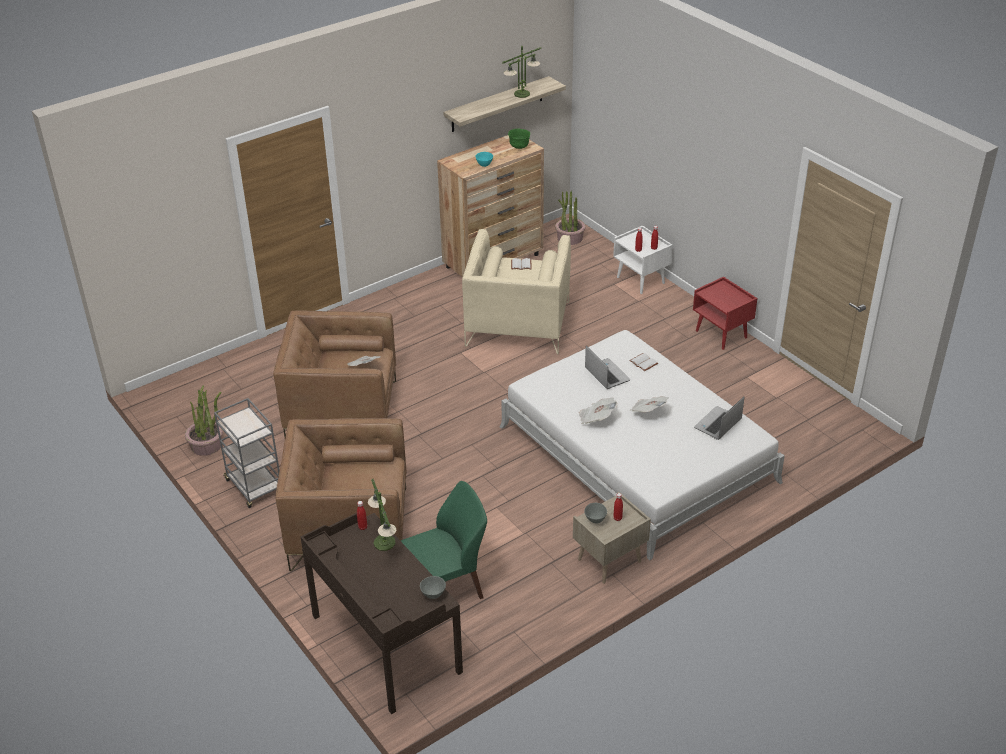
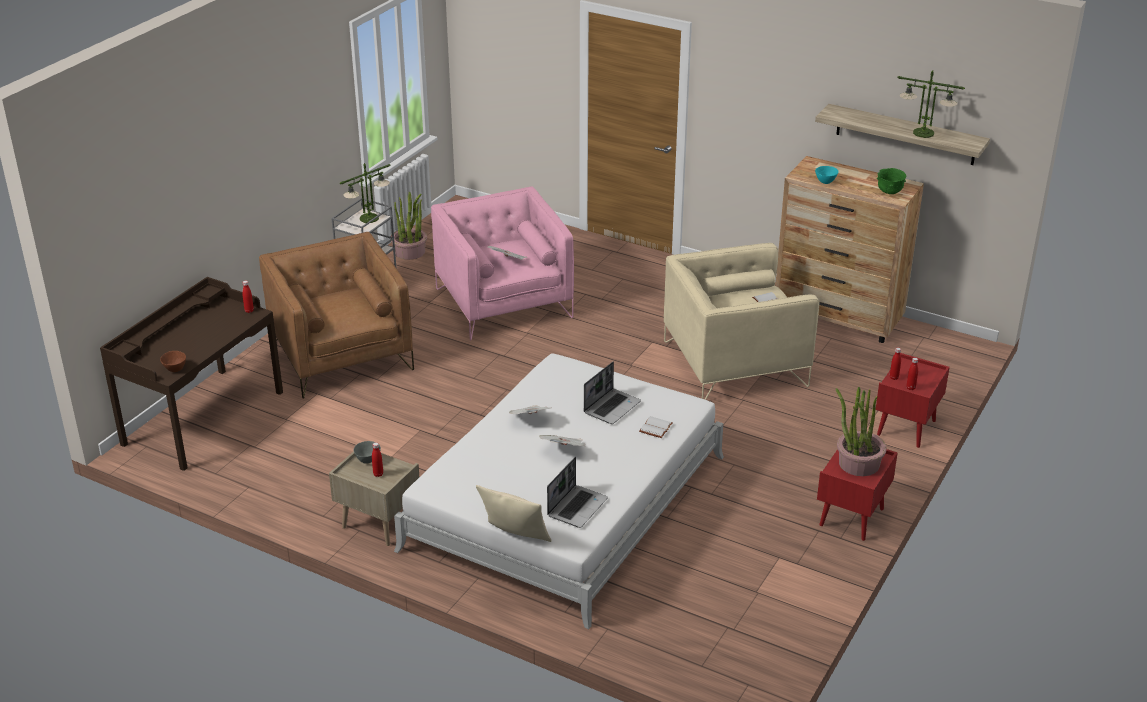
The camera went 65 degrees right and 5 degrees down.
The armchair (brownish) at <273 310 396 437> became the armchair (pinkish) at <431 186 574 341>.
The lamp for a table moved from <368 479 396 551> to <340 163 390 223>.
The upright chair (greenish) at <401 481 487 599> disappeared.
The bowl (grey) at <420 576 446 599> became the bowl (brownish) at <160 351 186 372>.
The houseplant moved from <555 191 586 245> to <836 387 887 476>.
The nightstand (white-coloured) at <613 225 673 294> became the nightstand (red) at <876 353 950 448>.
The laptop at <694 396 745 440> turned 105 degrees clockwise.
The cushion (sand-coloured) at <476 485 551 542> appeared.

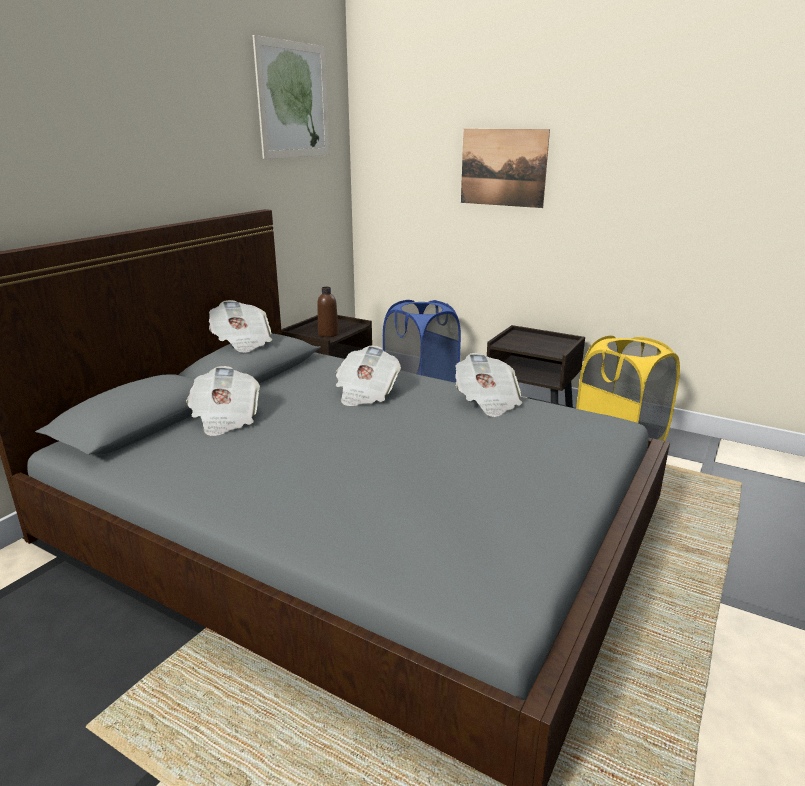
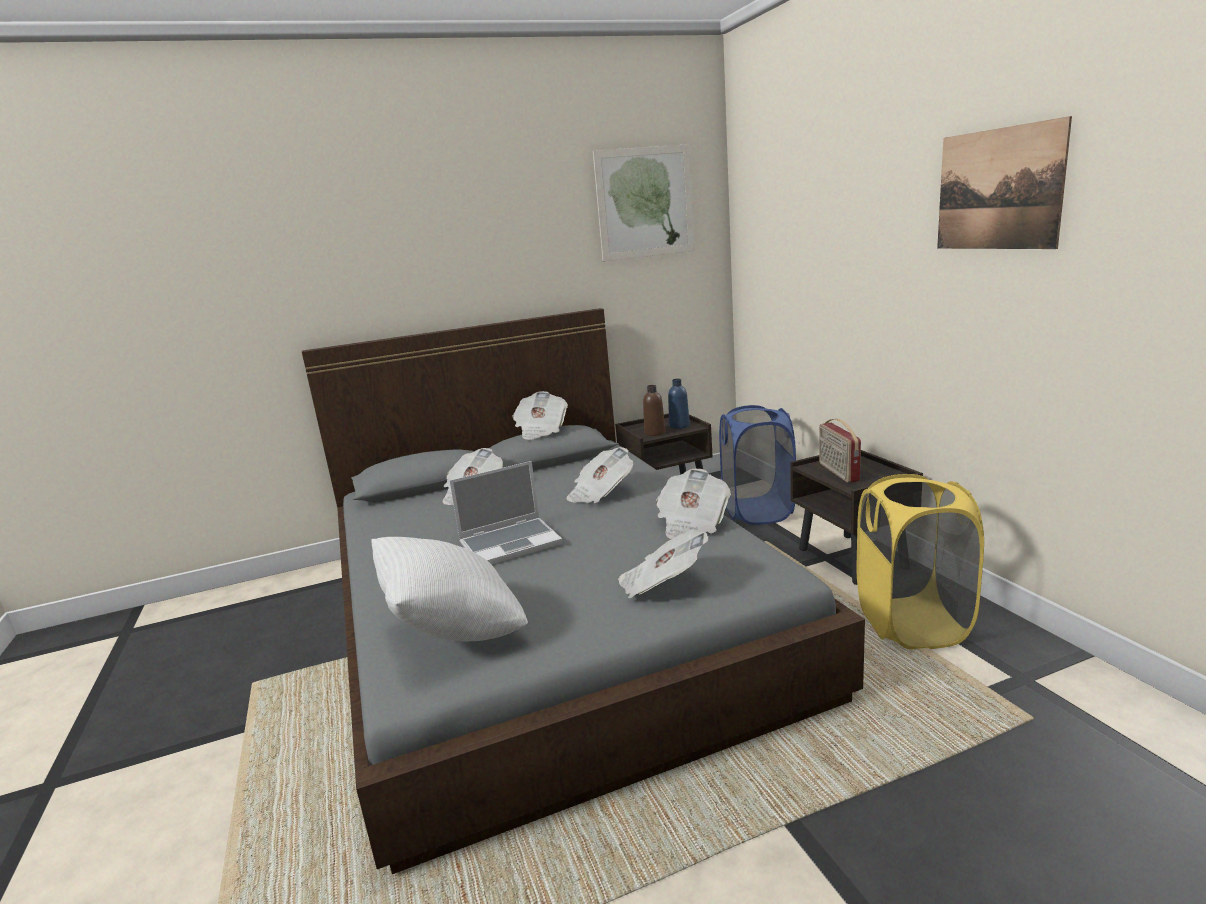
The camera went 40 degrees right and 5 degrees down.
The wall art moved from <461 129 550 208> to <937 116 1072 249>.
The cushion (white-coloured) at <371 537 528 642> appeared.
The laptop at <449 461 562 564> appeared.
The printed paper at <618 529 708 599> appeared.
The bottle (bluish) at <668 379 690 429> appeared.
The radio set at <819 419 861 483> appeared.

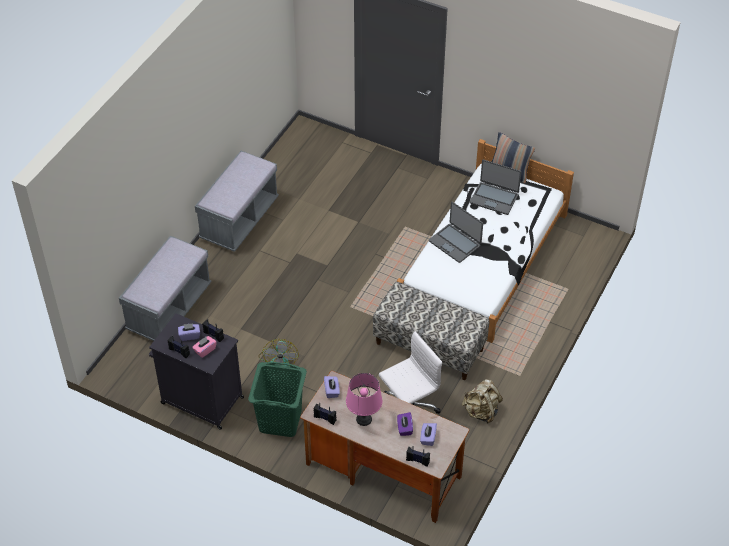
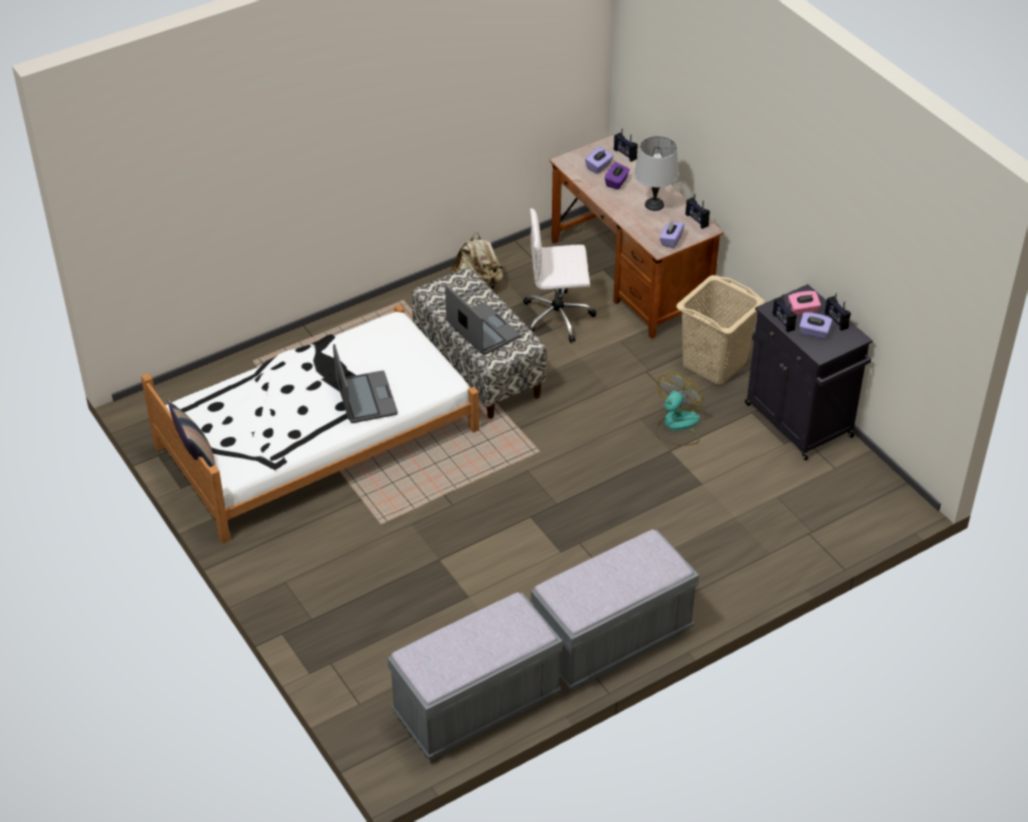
The camera went 150 degrees left and 5 degrees down.
The bench (grey) moved from <119 236 212 341> to <388 592 563 759>.
The washing basket (greenish) at <248 362 307 437> became the washing basket (sand-coloured) at <676 275 765 385>.
The lamp for a table (pinkish) at <346 373 382 426> became the lamp for a table (grey) at <634 136 679 211>.
The laptop moved from <470 160 521 215> to <445 285 520 355>.

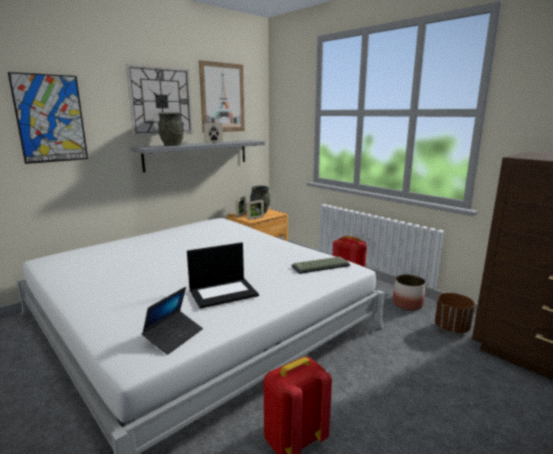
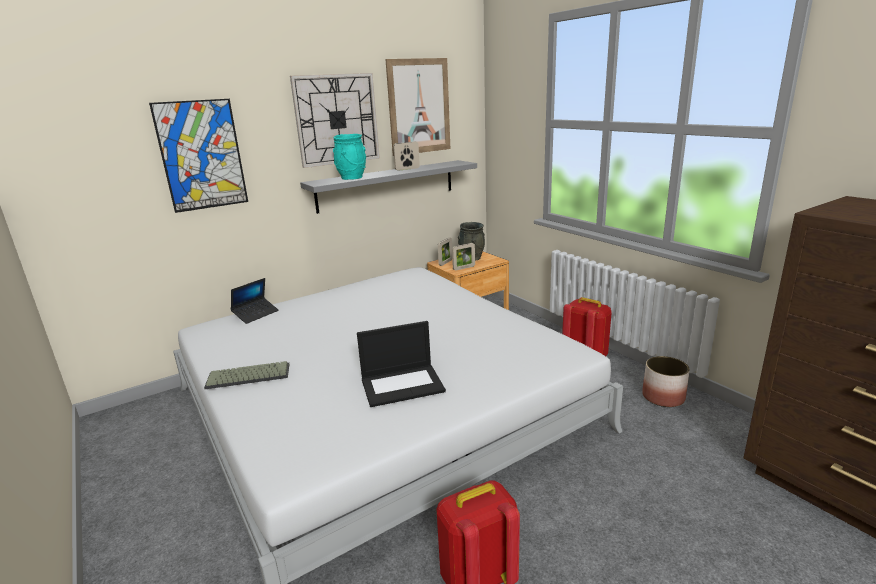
The camera went 10 degrees right and 5 degrees up.
The laptop moved from <142 287 203 355> to <231 278 279 324>.
The vase (grey) at <158 112 184 146> became the vase (turquoise) at <333 134 366 180>.
The PC keyboard moved from <291 257 350 274> to <204 361 289 389>.
The planter (brownish) at <435 293 475 333> disappeared.

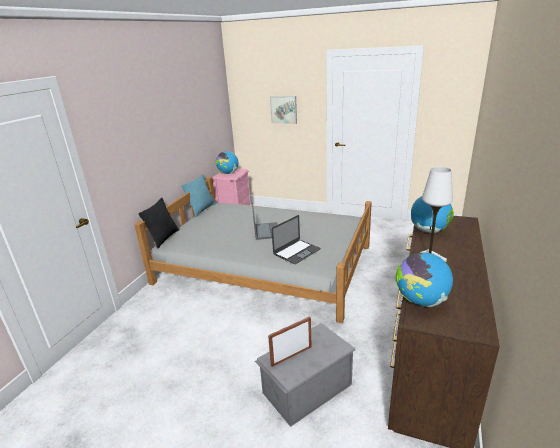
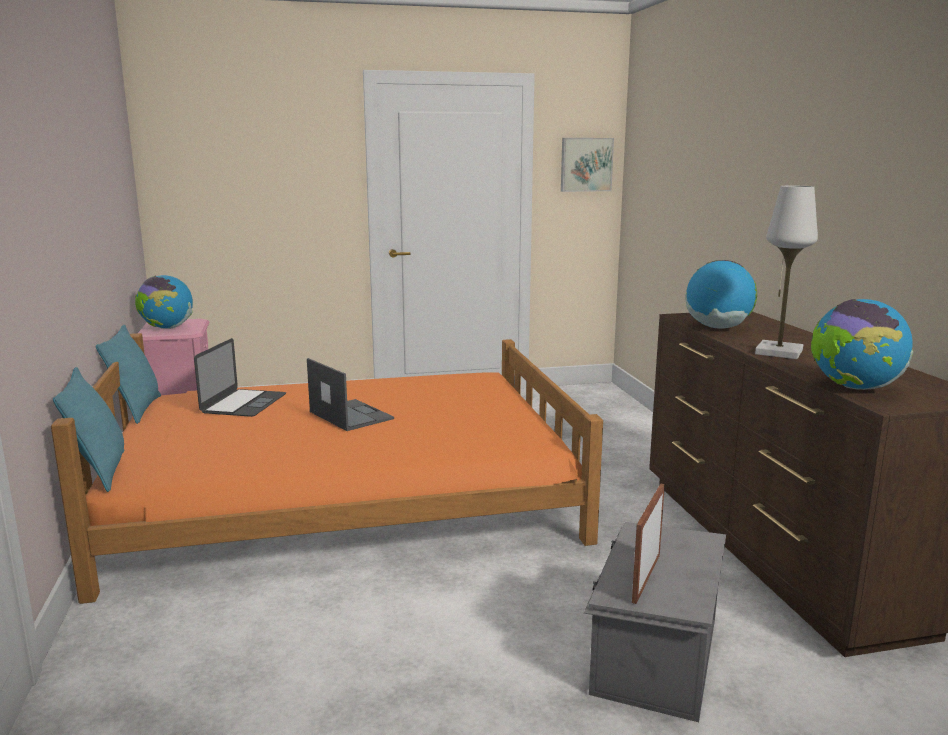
The camera went 35 degrees left and 10 degrees down.
The bed (grey) at <134 177 372 323> became the bed (orangey) at <51 333 603 604>.
The cushion (black-coloured) at <138 198 179 249> became the cushion (turquoise) at <53 367 124 492>.
The wall art moved from <270 96 297 124> to <561 138 614 192>.
The laptop moved from <271 215 321 264> to <194 338 286 417>.

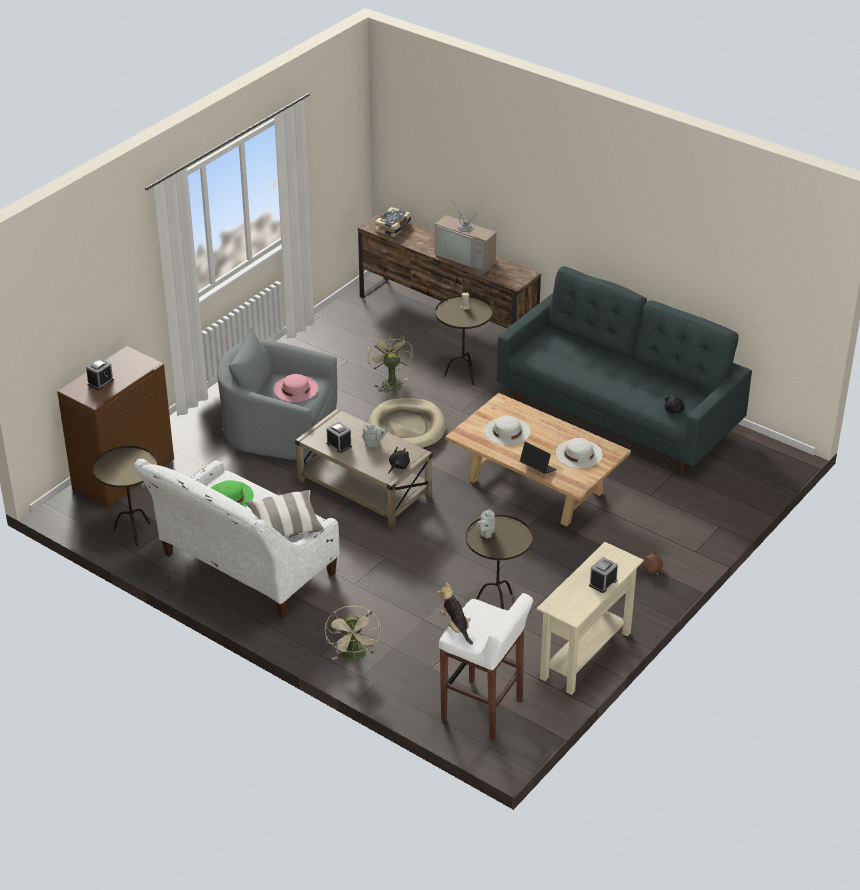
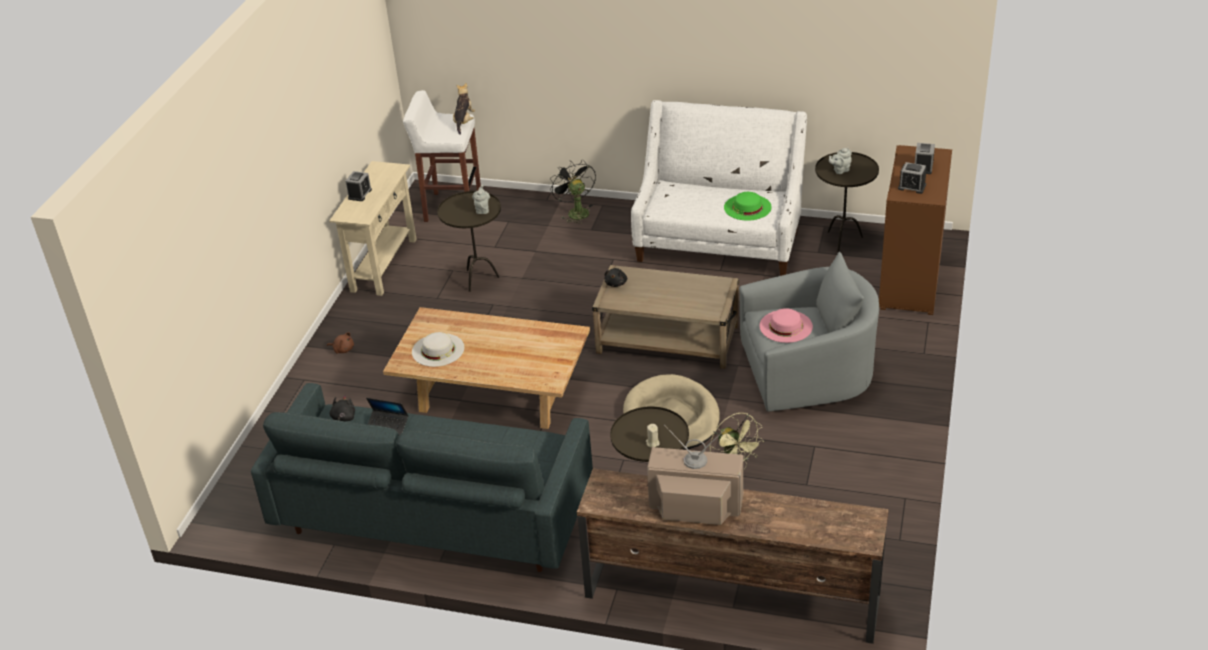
The camera went 160 degrees right and 0 degrees up.
The cushion at <245 490 325 538> disappeared.
The electric fan (sand-coloured) at <325 606 381 660> became the electric fan (black-coloured) at <550 160 596 224>.
The alarm clock moved from <326 422 352 453> to <898 162 927 194>.
The tea pot (grey) moved from <362 424 388 447> to <829 148 852 174>.
The volume at <375 207 411 237> disappeared.
The plush toy at <438 582 473 645> turned 120 degrees counterclockwise.
The hat (white-coloured) at <484 416 530 445> disappeared.
The laptop moved from <520 442 557 474> to <366 398 408 435>.

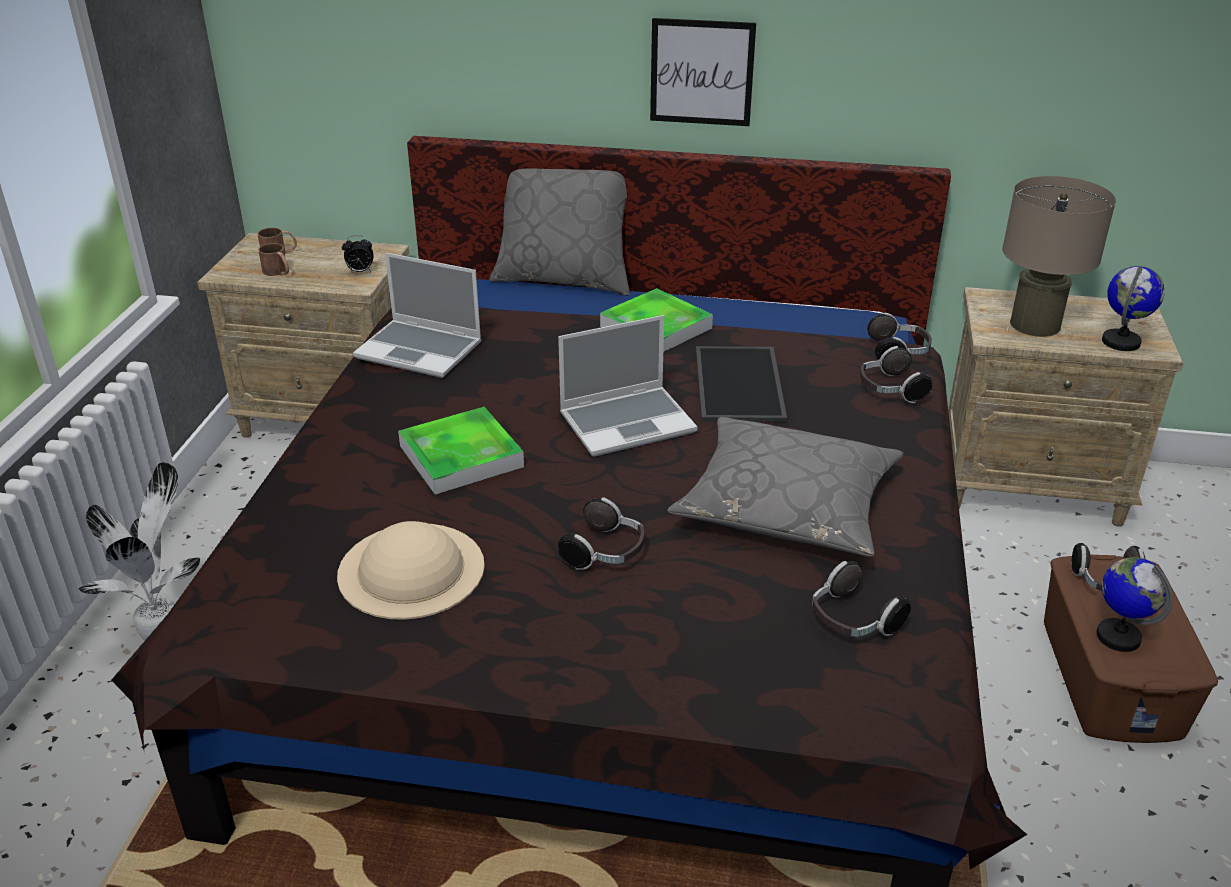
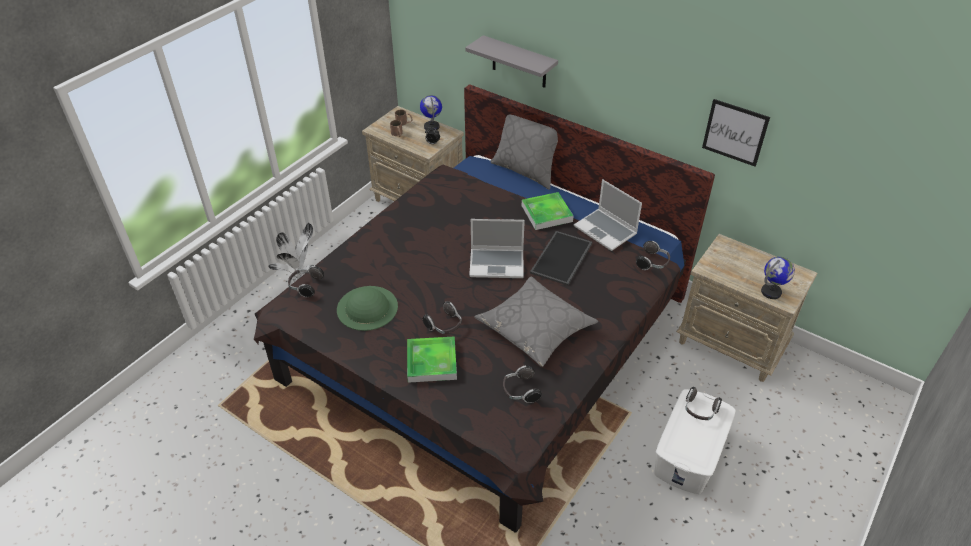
The camera went 25 degrees right and 10 degrees up.
The hat (sand-coloured) at <337 521 485 620> became the hat (greenish) at <337 286 398 331>.
The laptop moved from <353 253 482 378> to <574 179 642 251>.
The serving tray moved from <398 407 524 494> to <407 336 457 383>.
The wall art moved from <650 18 756 126> to <702 99 770 167>.
The pair of headphones moved from <860 346 932 403> to <288 266 324 297>.
The lamp for a table (sand-coloured) at <1002 176 1116 337> disappeared.
The storage box (brownish) at <1044 555 1218 743> became the storage box (white-coloured) at <654 389 736 494>.
The desk globe moved from <1096 557 1173 652> to <420 95 442 130>.
The wall shelf (grey) at <465 35 558 88> appeared.

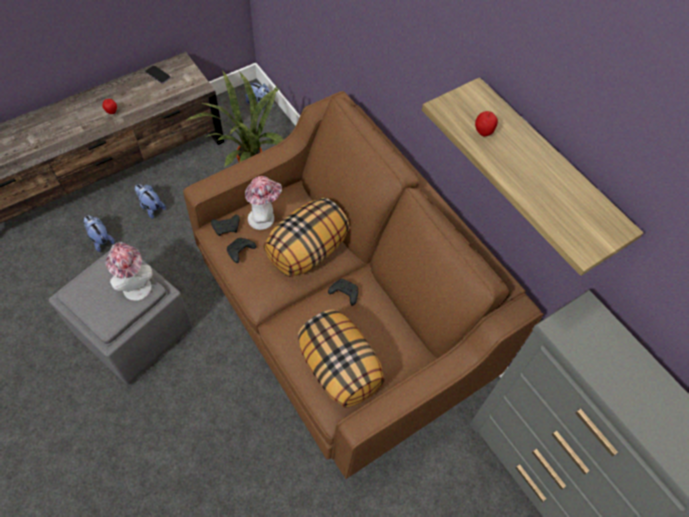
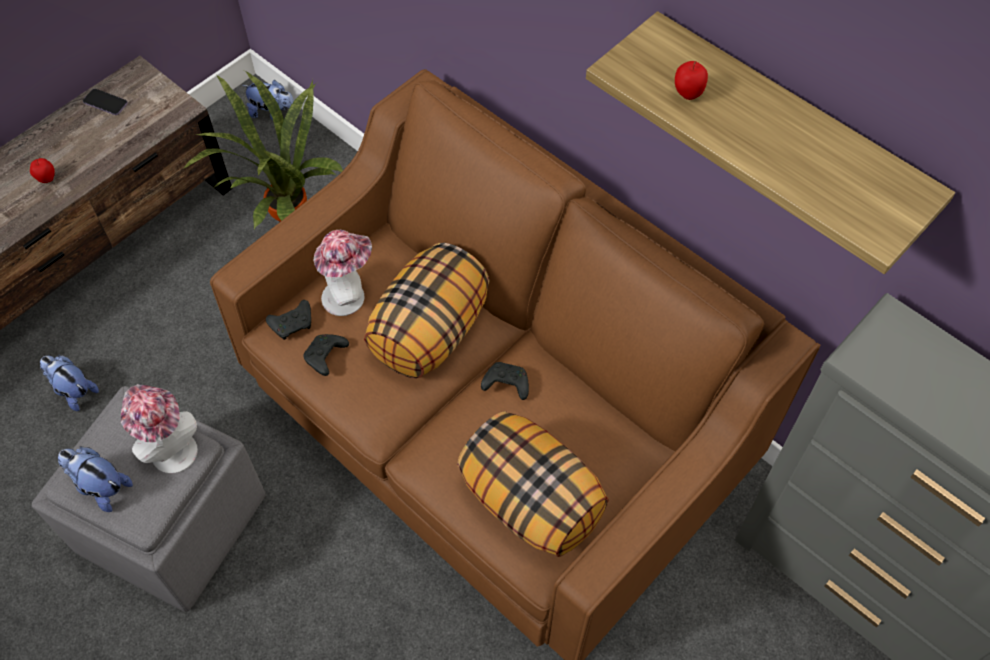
The camera went 10 degrees left and 0 degrees up.
The plush toy moved from <135 184 166 219> to <58 446 133 512>.

